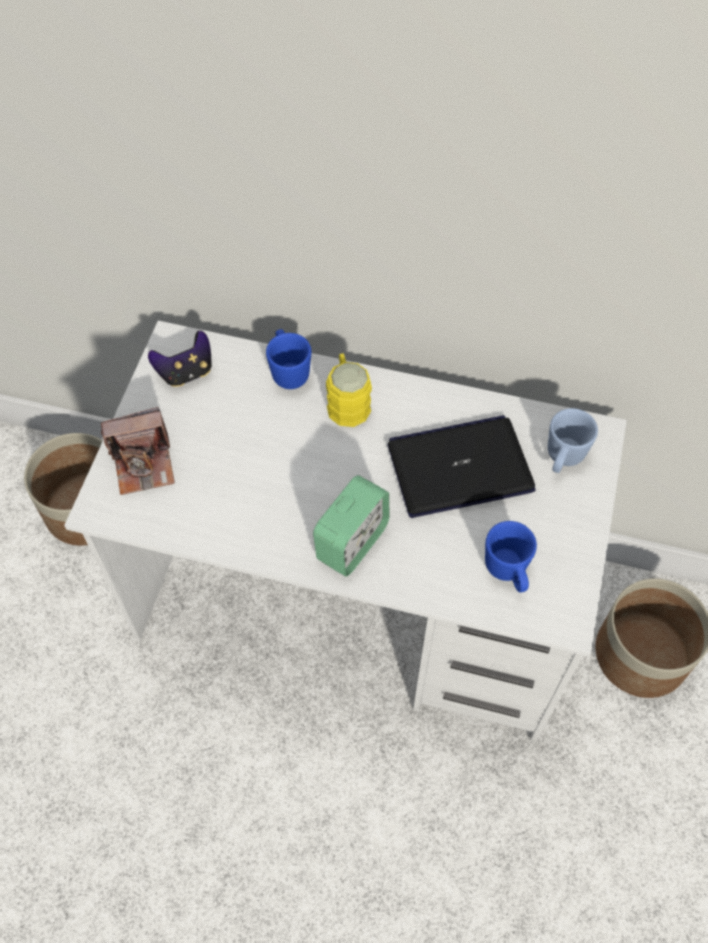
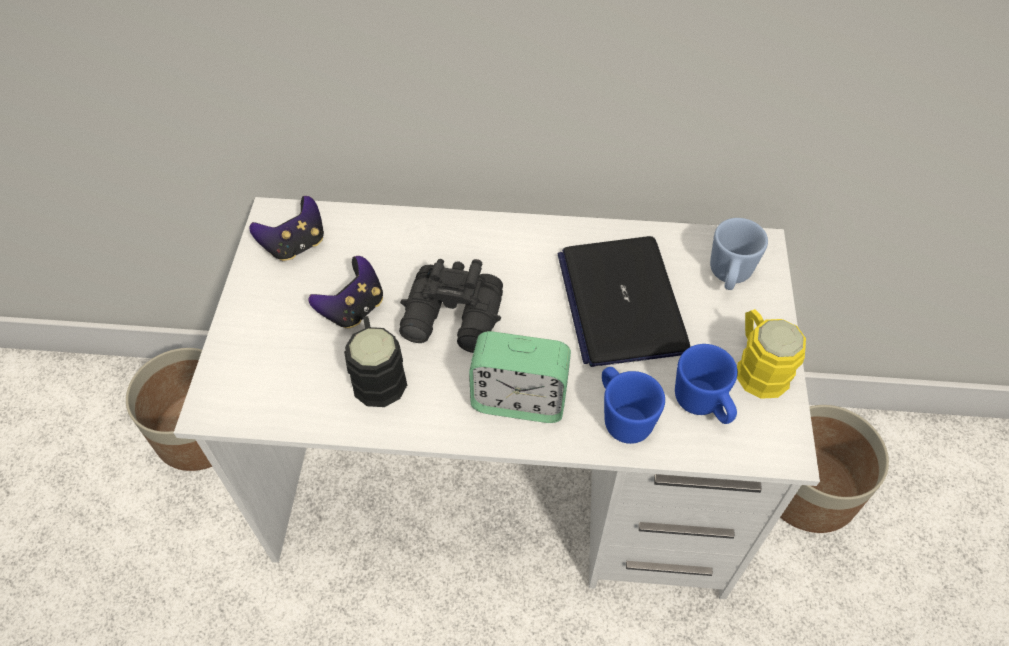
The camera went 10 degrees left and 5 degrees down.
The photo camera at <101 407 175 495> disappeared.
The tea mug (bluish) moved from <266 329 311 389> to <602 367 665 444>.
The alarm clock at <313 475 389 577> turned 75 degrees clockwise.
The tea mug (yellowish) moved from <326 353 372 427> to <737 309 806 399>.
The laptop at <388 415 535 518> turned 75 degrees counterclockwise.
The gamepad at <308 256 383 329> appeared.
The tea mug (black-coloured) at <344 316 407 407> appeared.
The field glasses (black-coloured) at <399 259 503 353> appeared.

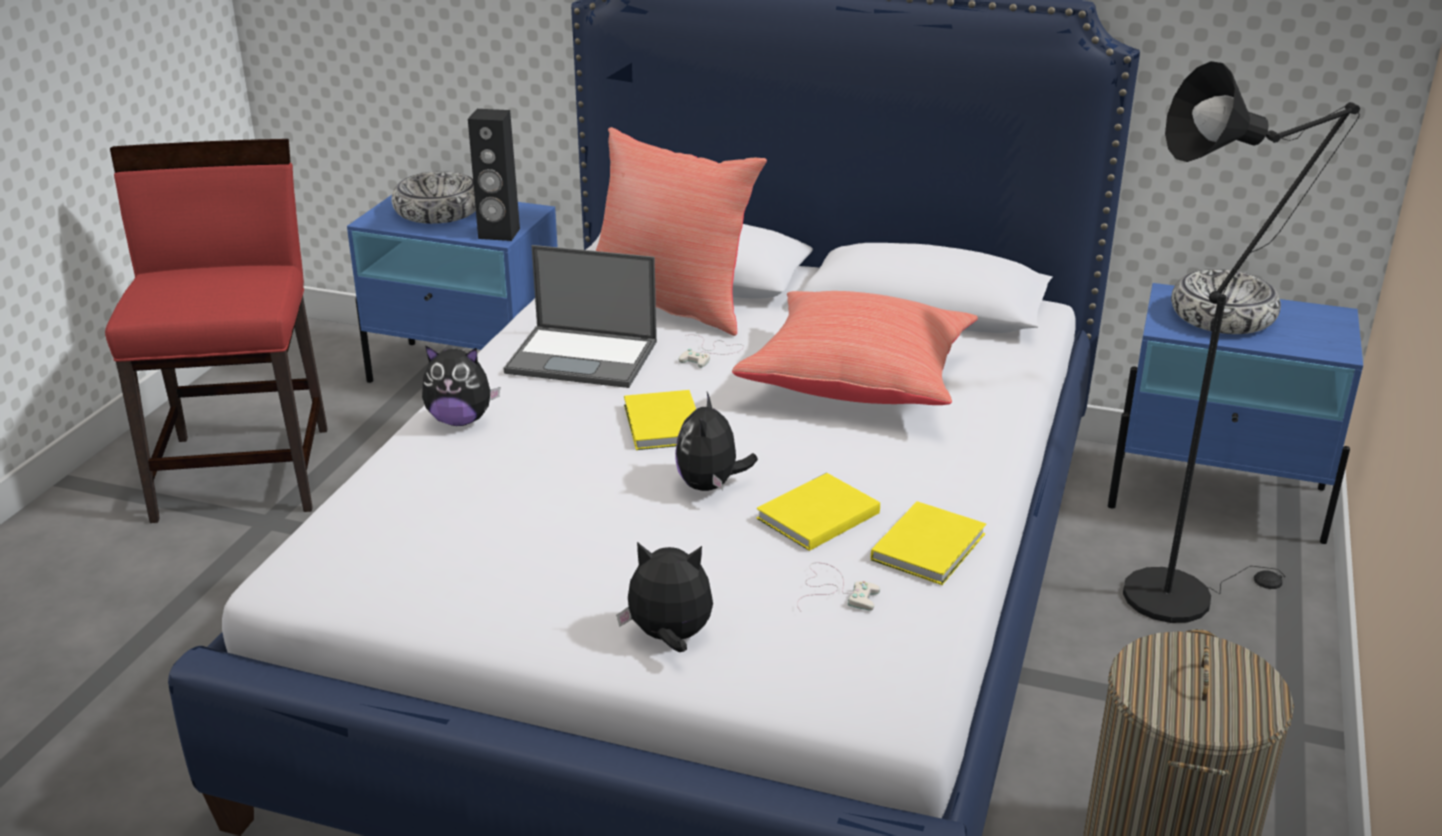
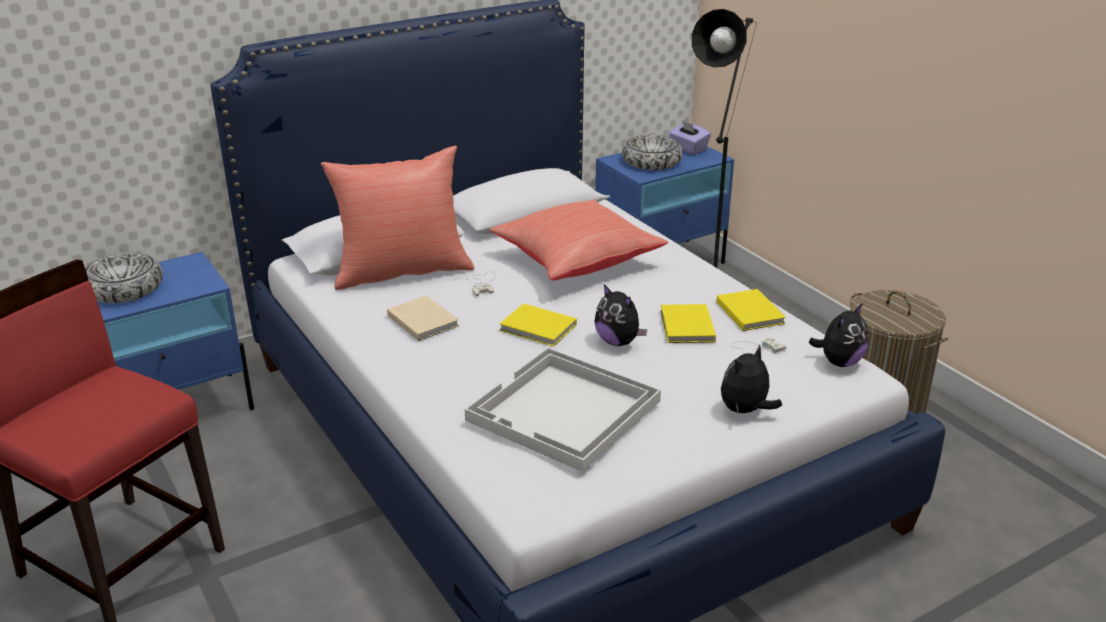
The camera went 50 degrees left and 0 degrees up.
The plush toy moved from <422 345 500 426> to <809 303 868 367>.
The speaker (black-coloured) at <468 109 520 241> disappeared.
The laptop at <504 245 657 388> was replaced by the volume (sand-coloured) at <387 296 459 341>.
The serving tray (white-coloured) at <465 348 661 472> appeared.
The tissue holder (purplish) at <668 120 711 155> appeared.

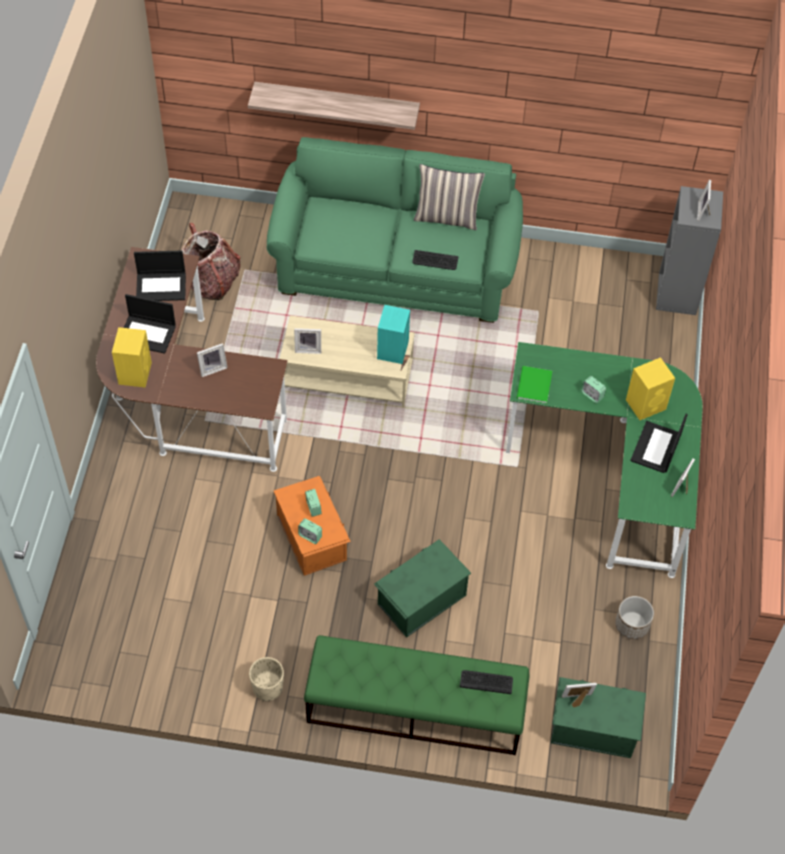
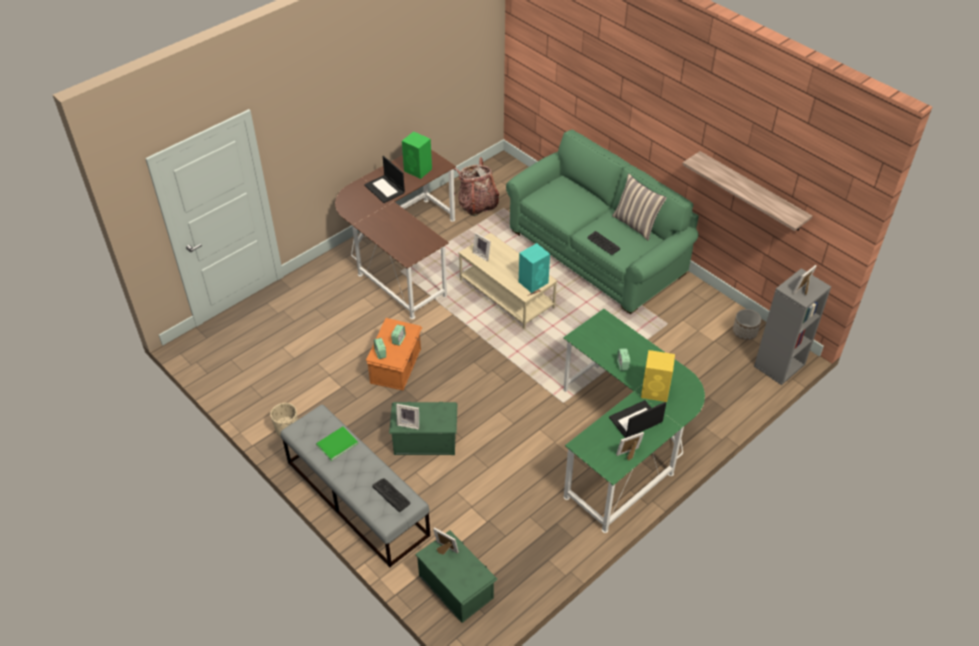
The camera went 40 degrees right and 10 degrees down.
The speaker (yellowish) at <112 327 152 388> disappeared.
The laptop at <134 250 186 301> was replaced by the speaker (greenish) at <402 131 432 179>.
The picture frame moved from <197 343 228 377> to <396 404 419 430>.
The wall shelf moved from <248 82 420 130> to <682 151 812 231>.
The bench (greenish) at <304 635 530 755> became the bench (grey) at <280 404 430 567>.
The volume (greenish) moved from <517 366 552 404> to <316 427 358 461>.
The planter moved from <615 596 654 639> to <733 309 761 340>.

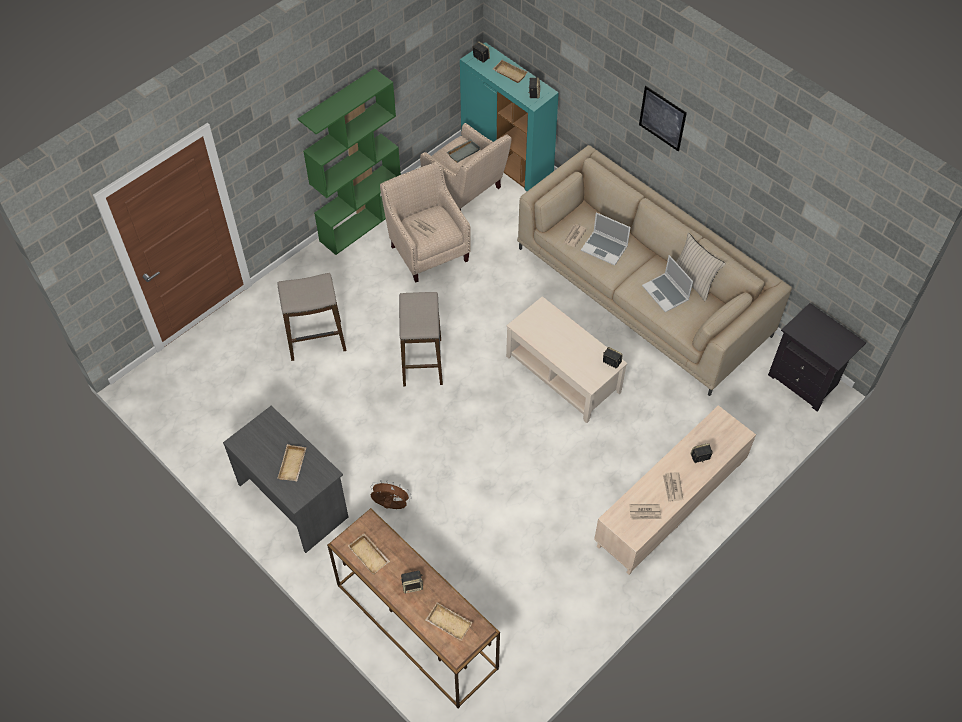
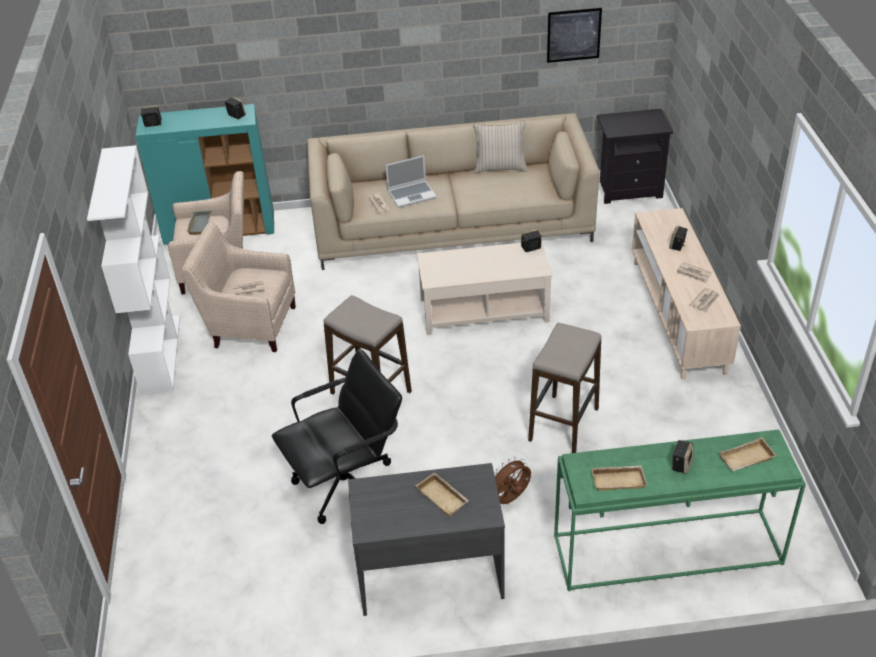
The camera went 50 degrees left and 15 degrees down.
The stool seat moved from <278 273 347 361> to <528 323 602 453>.
The shelving unit (greenish) at <297 68 401 255> became the shelving unit (white-coloured) at <87 145 180 395>.
The hall table (brownish) at <327 508 500 708> became the hall table (greenish) at <554 430 806 591>.
The serving tray (sand-coloured) at <493 60 528 83> disappeared.
The wall art moved from <639 86 687 151> to <547 8 602 63>.
The laptop at <642 255 693 312> disappeared.
The office chair (black-coloured) at <272 349 402 524> appeared.

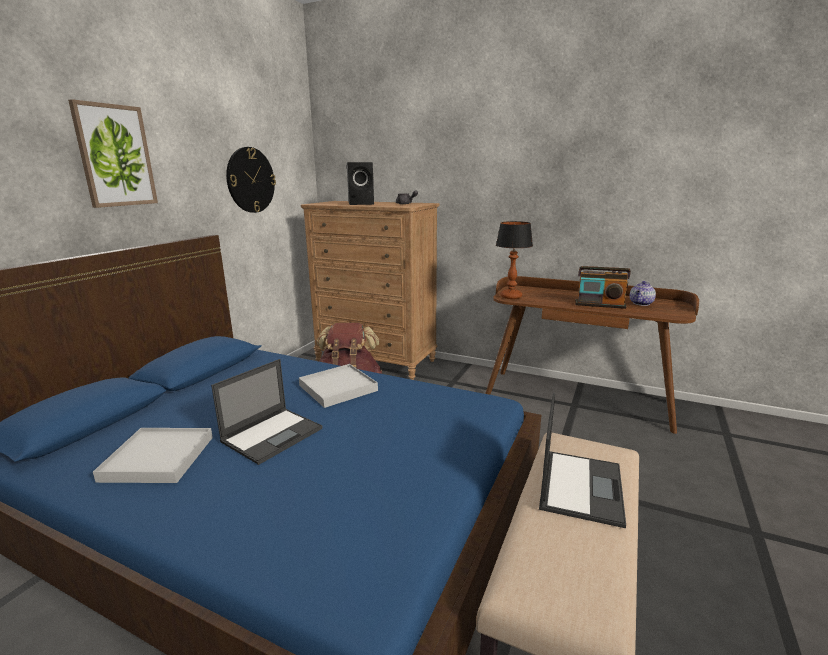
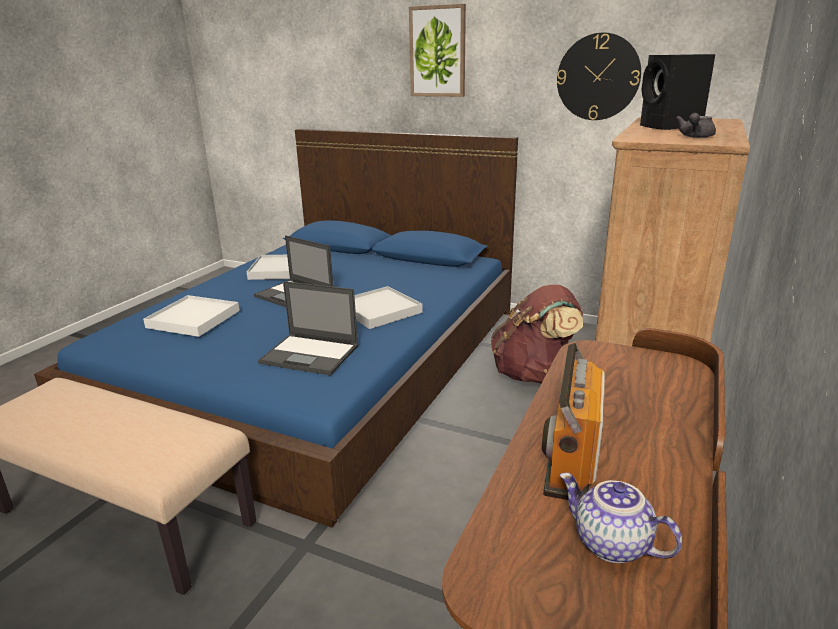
The camera went 90 degrees right and 5 degrees up.
The lamp for a table at <496 221 533 299> disappeared.
The laptop moved from <539 393 626 528> to <258 281 358 375>.
The serving tray (white-coloured) at <143 295 240 337> appeared.

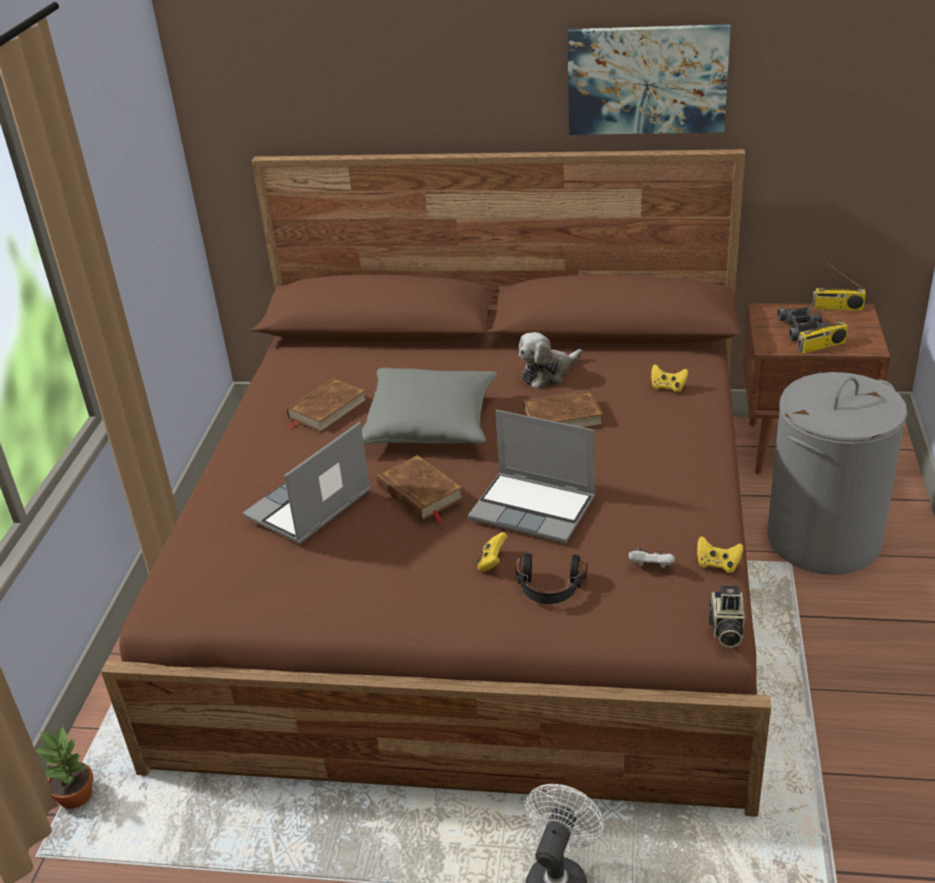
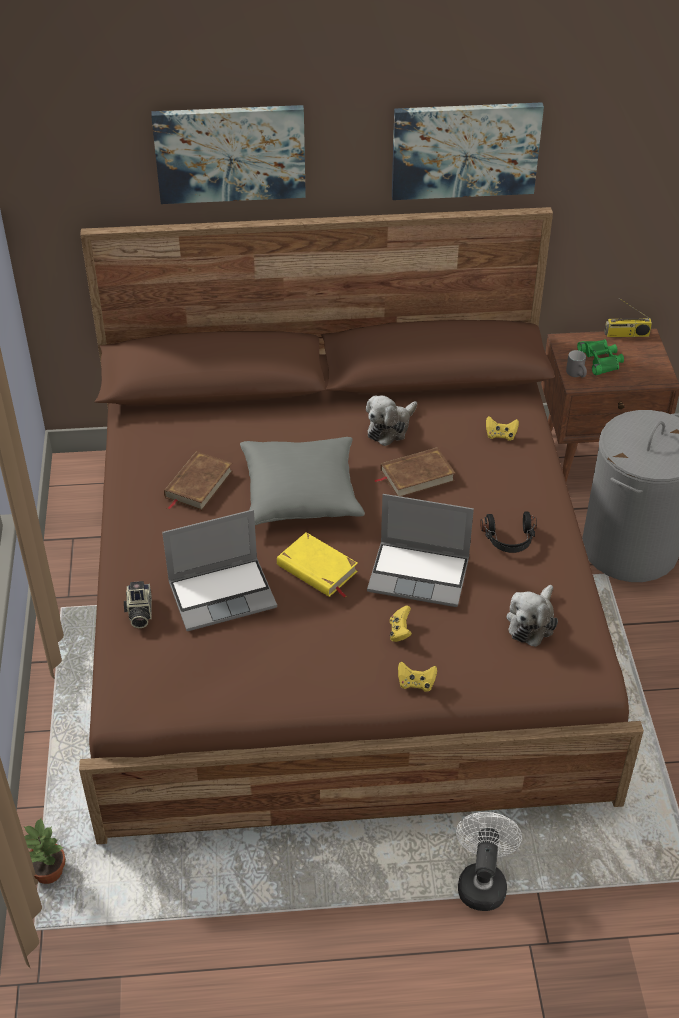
The camera went 15 degrees left and 10 degrees up.
The laptop at <242 422 371 544> turned 135 degrees counterclockwise.
The volume (brownish) at <377 455 464 522> became the volume (yellowish) at <277 532 358 598>.
The pair of headphones (black-coloured) moved from <516 553 588 604> to <480 511 537 553>.
The gamepad (white-coloured) at <629 548 675 568> was replaced by the plush toy at <507 585 558 647>.
The gamepad (yellowish) moved from <697 536 743 572> to <398 662 437 692>.
The photo camera moved from <709 586 745 648> to <124 581 152 628>.
The field glasses (black-coloured) at <777 307 828 341> became the field glasses (greenish) at <577 339 624 375>.
The radio set at <797 304 848 354> disappeared.
The wall art at <151 105 306 204> appeared.
The tea mug (grey) at <566 350 587 377> appeared.

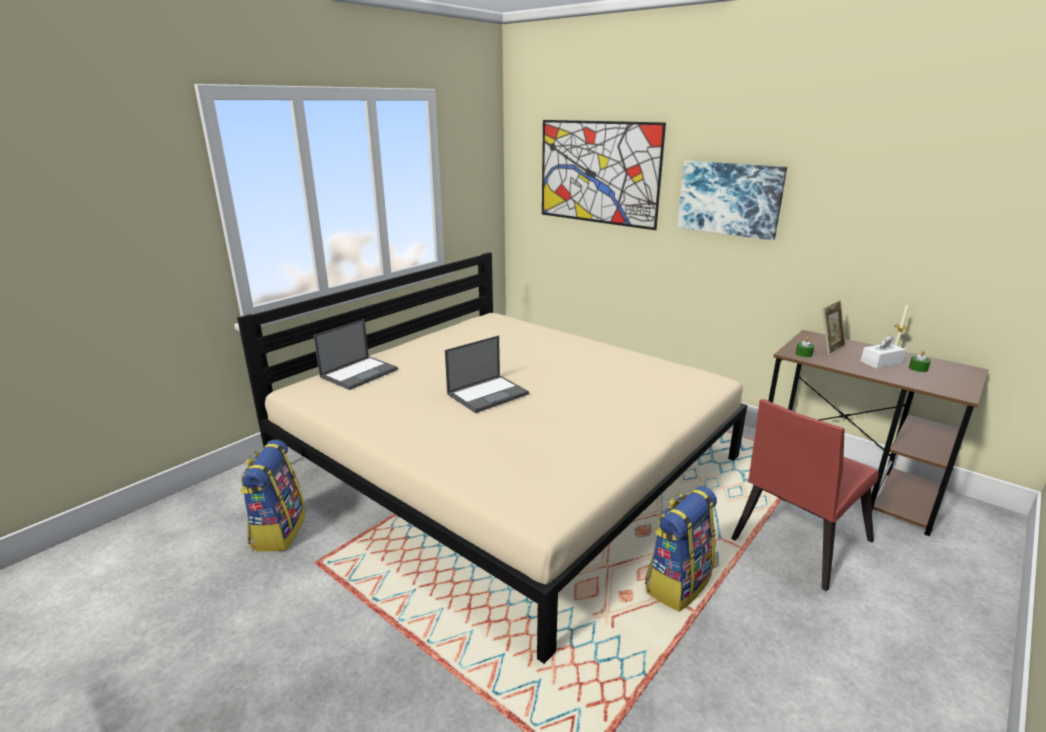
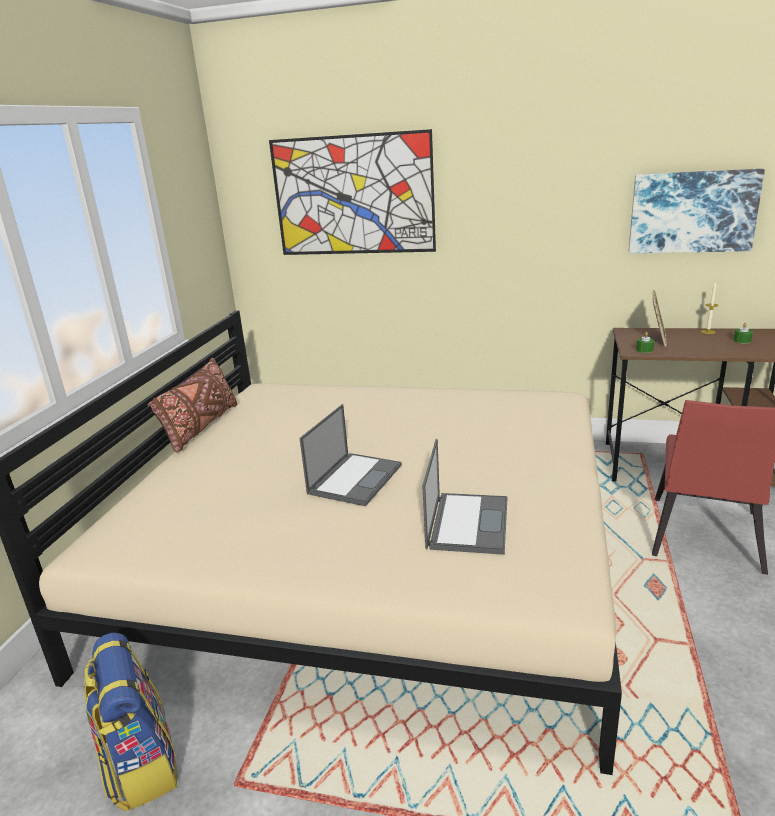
The camera went 25 degrees left and 0 degrees up.
The laptop moved from <314 319 398 390> to <422 439 507 555>.
The rucksack at <645 486 717 612> disappeared.
The wall art moved from <677 161 787 240> to <629 169 765 253>.
The tissue holder (white-coloured) at <860 335 906 369> disappeared.
The cushion (brownish) at <147 358 237 453> appeared.

